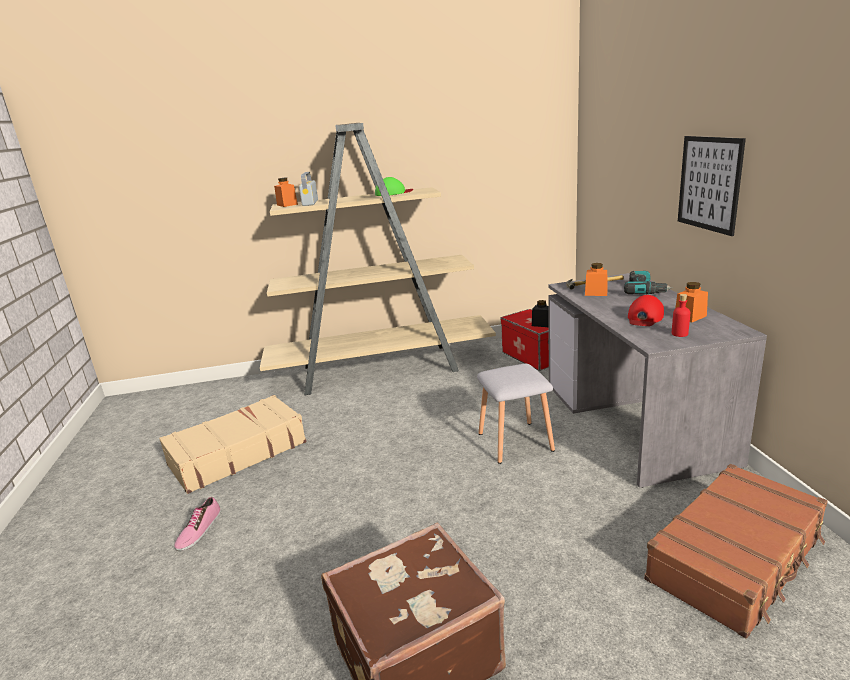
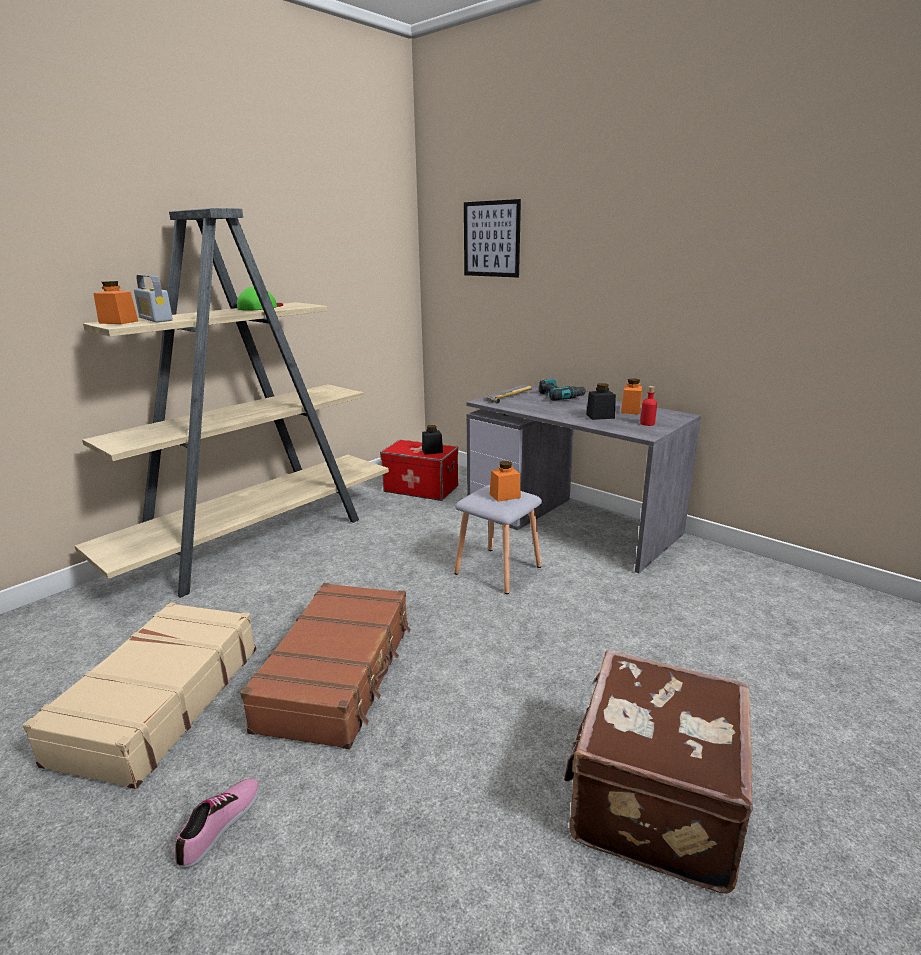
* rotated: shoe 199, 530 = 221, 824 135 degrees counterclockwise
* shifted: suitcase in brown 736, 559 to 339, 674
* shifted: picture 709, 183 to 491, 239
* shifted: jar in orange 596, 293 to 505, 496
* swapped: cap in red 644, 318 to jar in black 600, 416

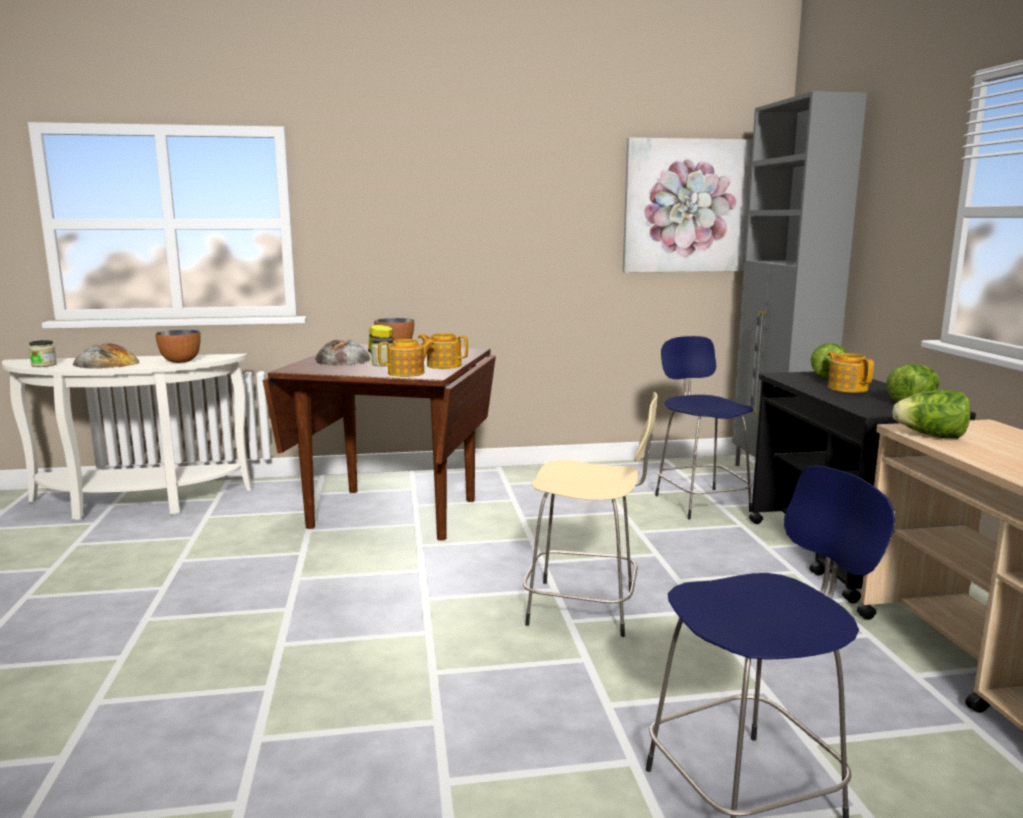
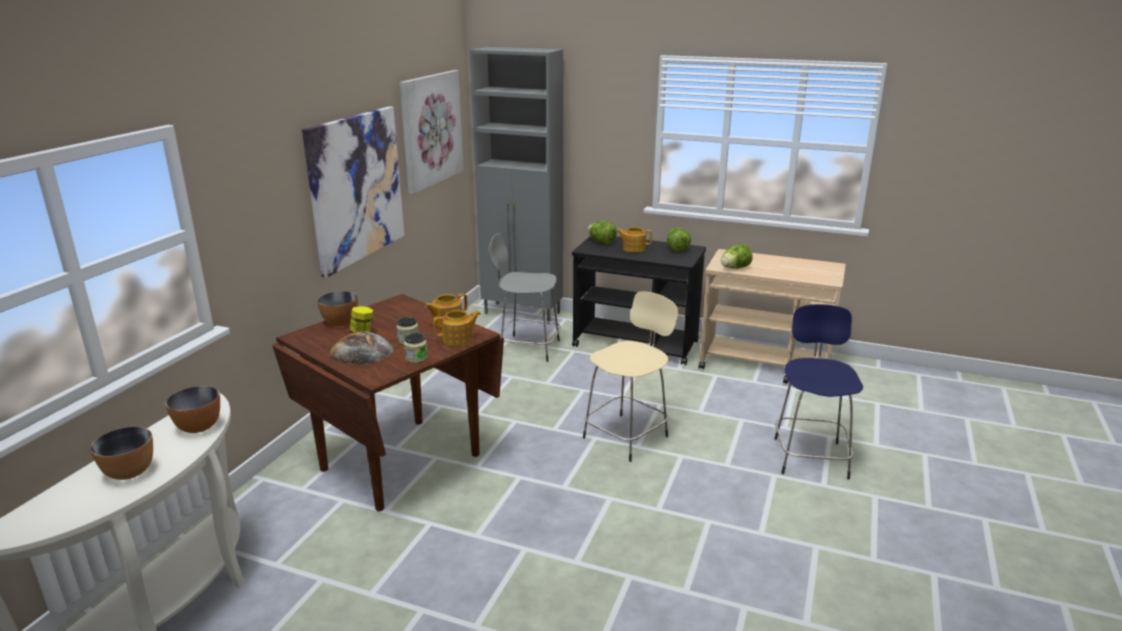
* swapped: bread 106, 363 to bowl 129, 472
* new: picture 356, 188
* shifted: jar 44, 365 to 416, 358
* rotated: teapot 407, 373 = 458, 339 60 degrees clockwise
* repainted: stool in blue 700, 502 to stool in grey 527, 348

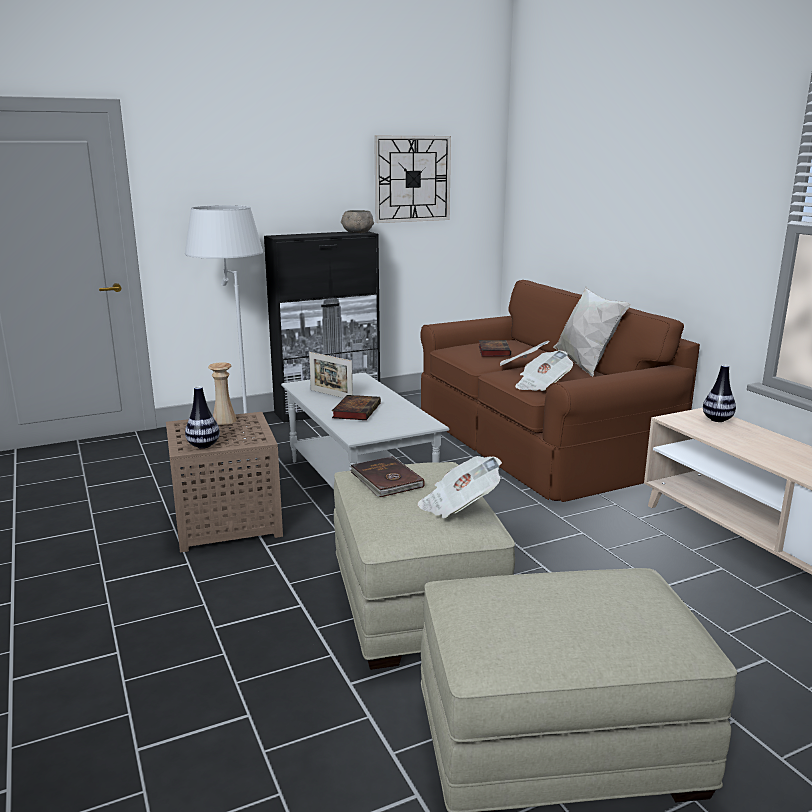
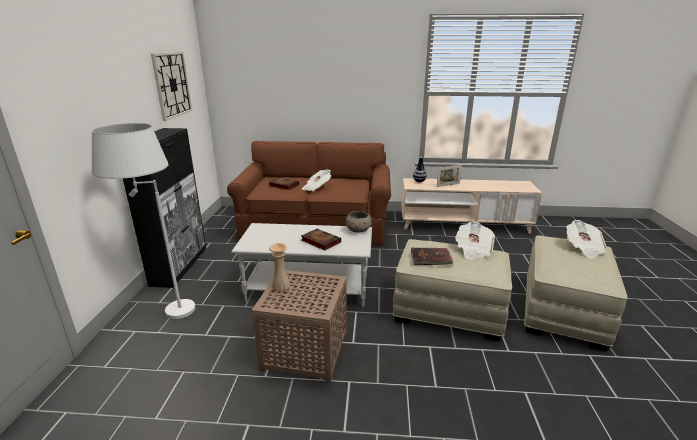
* shifted: bowl in grey 357, 232 to 358, 230
* shifted: picture frame 331, 394 to 448, 185
* shifted: newspaper 541, 385 to 583, 248
* gone: vase 203, 446
* gone: pillow in white 584, 366

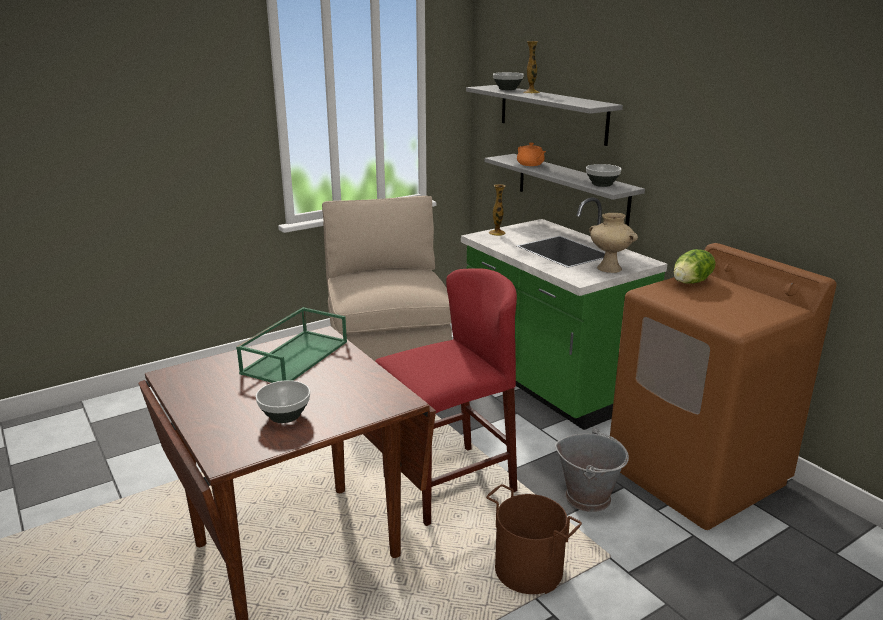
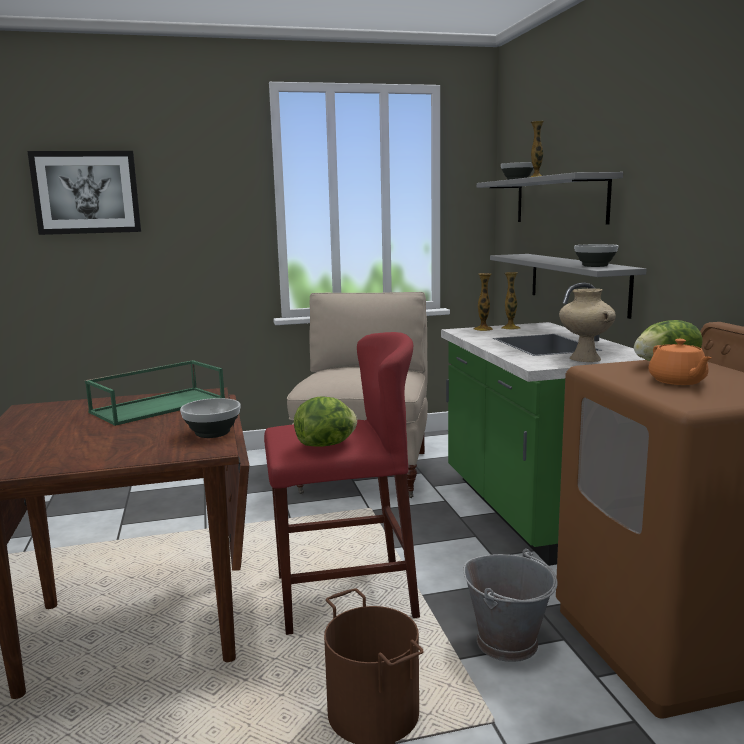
* new: picture 86, 192
* shifted: bowl 285, 416 to 212, 433
* new: lettuce 327, 445
* new: vase 510, 328
* shifted: teapot in orange 530, 164 to 677, 381

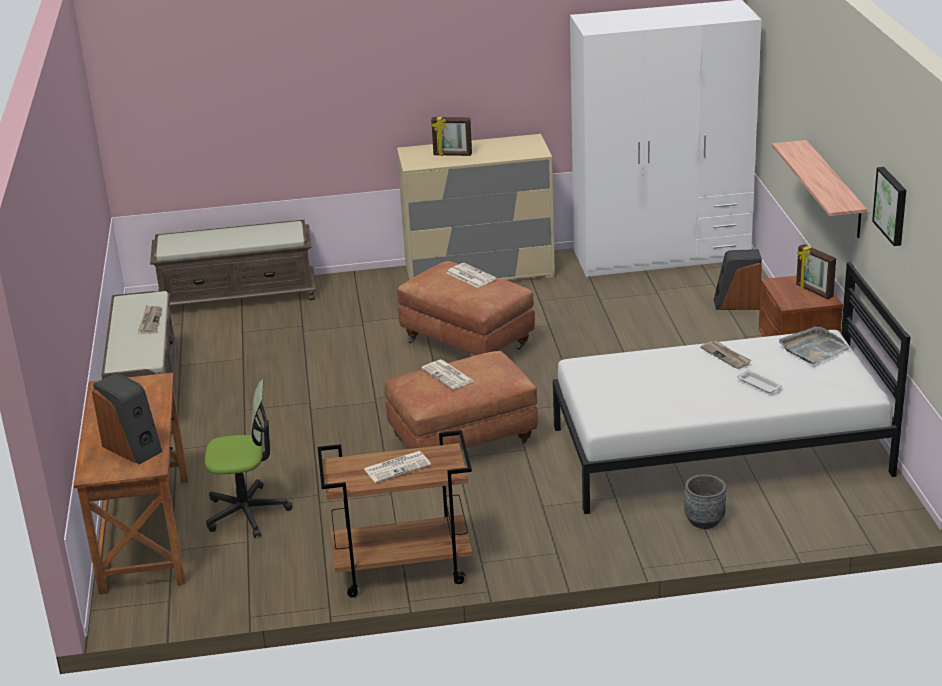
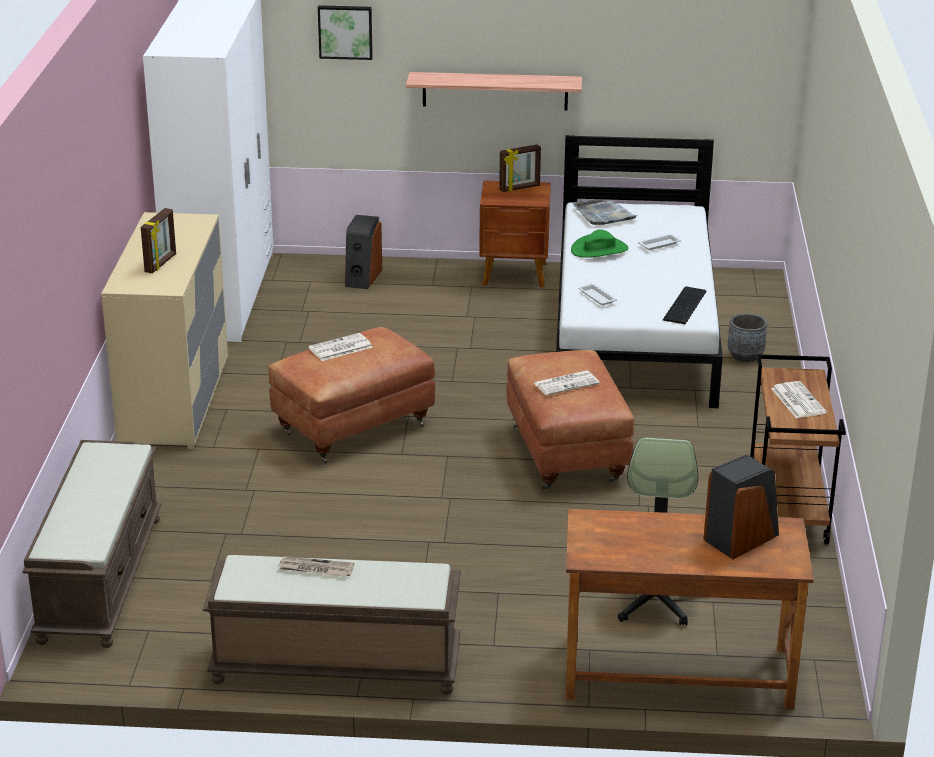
* shifted: picture 892, 205 to 345, 31
* swapped: newspaper 726, 356 to hat in green 599, 249
* new: tray in white 596, 297
* new: keyboard 686, 305

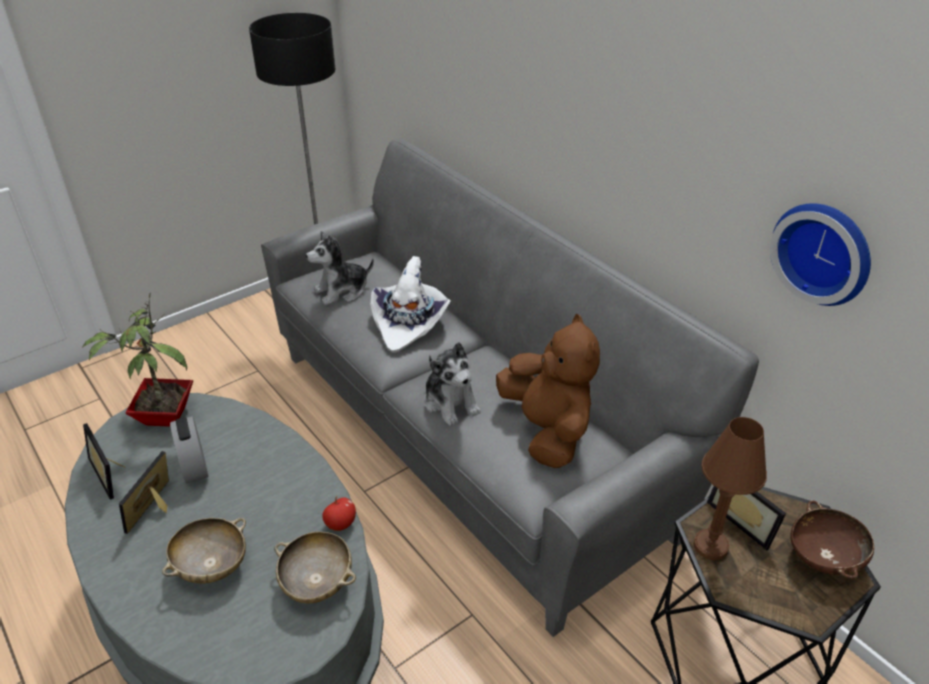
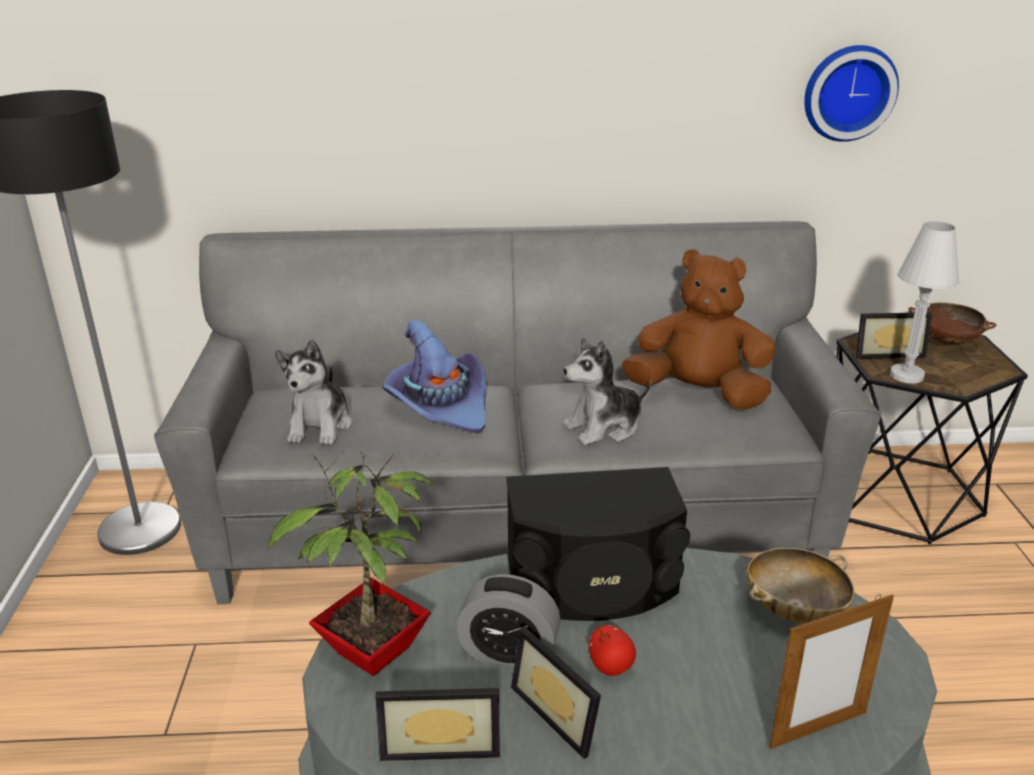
* repainted: hat in white 409, 321 to hat in purple 439, 405
* new: speaker in black 593, 583
* rotated: plush toy 451, 402 = 604, 427 150 degrees clockwise
* shifted: apple 340, 524 to 611, 667
* new: picture frame 818, 730
* repainted: table lamp in brown 710, 546 to table lamp in white 906, 375
* gone: bowl in beige 211, 565

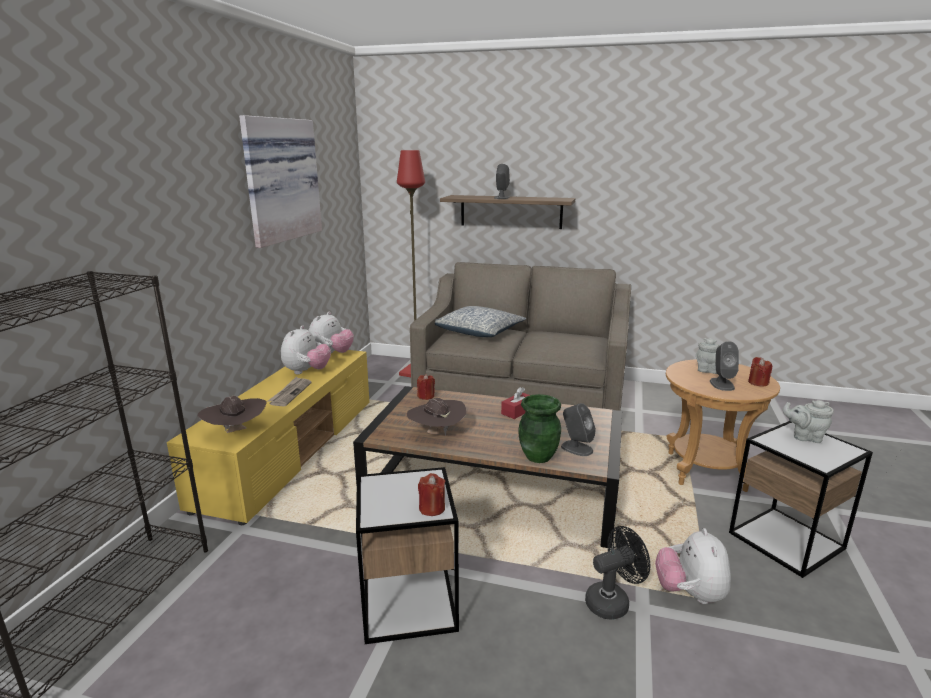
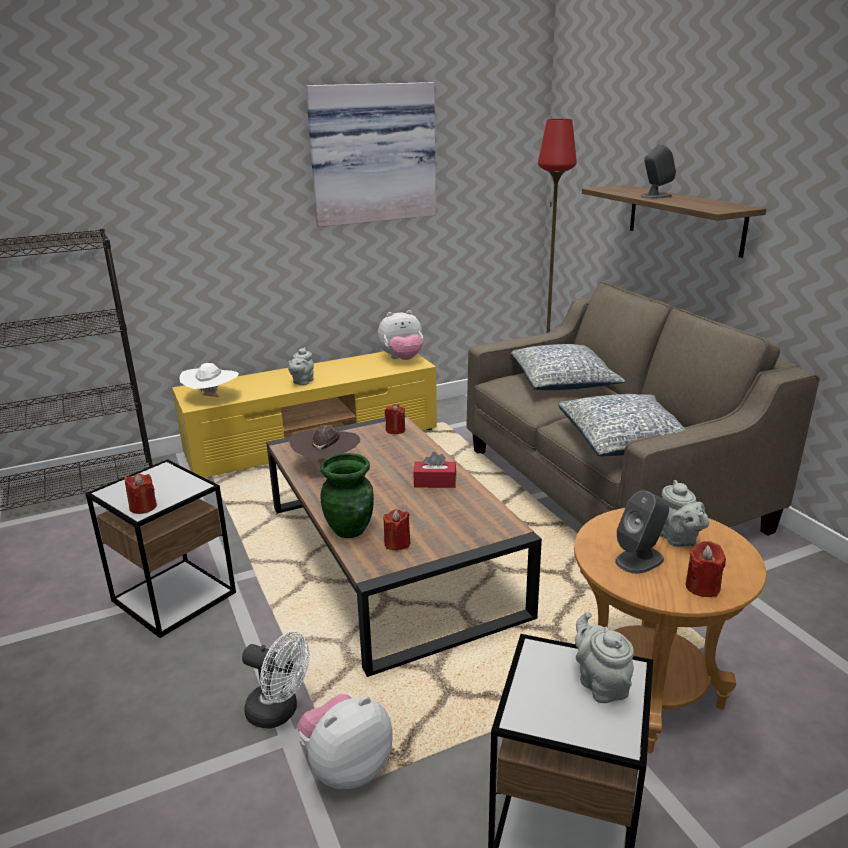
* repainted: hat in brown 236, 432 to hat in white 212, 398
* repainted: fan in black 612, 601 to fan in white 279, 712
* swapped: newspaper 290, 393 to teapot in grey 302, 382
* swapped: speaker in grey 576, 448 to candle in red 397, 543
* new: pillow 625, 441
* gone: plush toy 307, 372

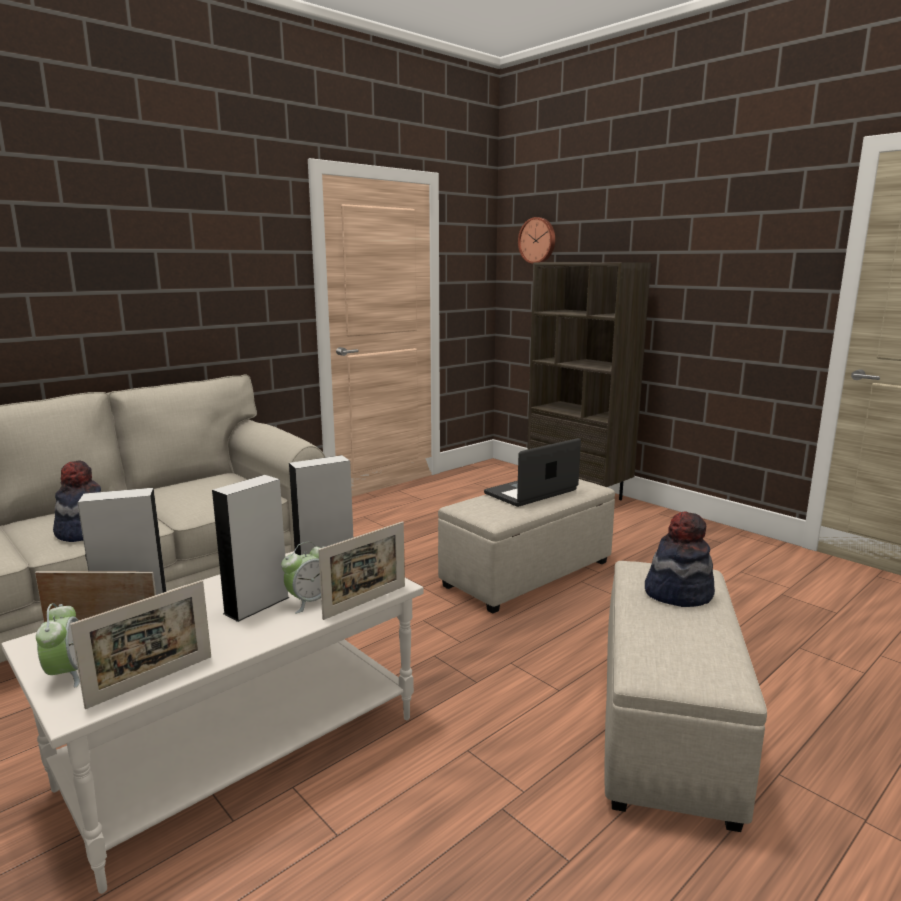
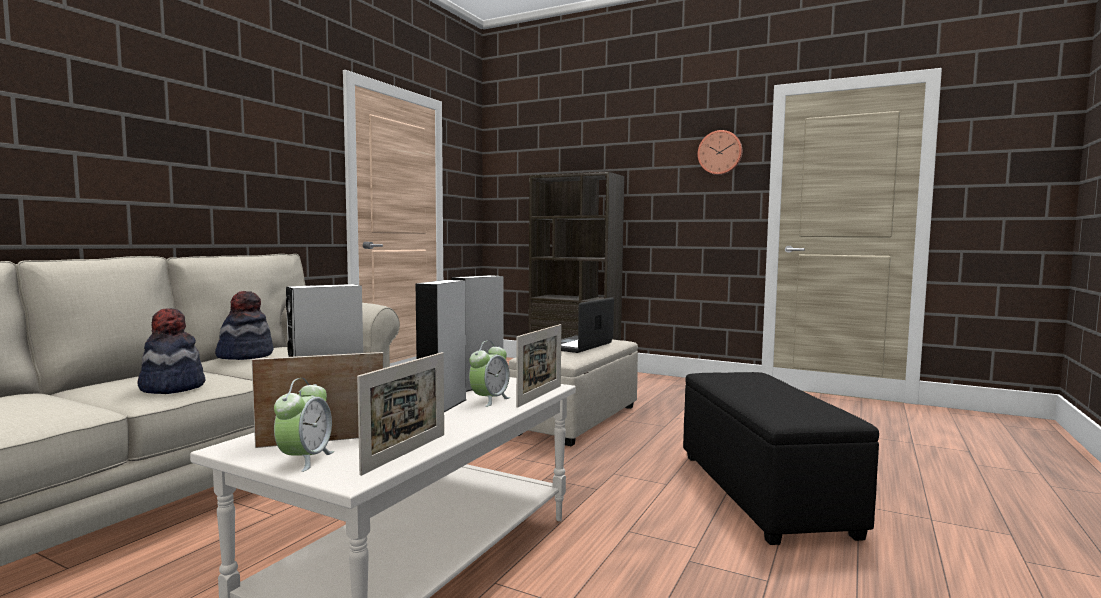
* shifted: hat 678, 593 to 245, 355
* rotated: alarm clock 67, 674 = 305, 460 45 degrees clockwise
* repainted: ottoman in beige 665, 728 to ottoman in black 763, 493
* shifted: wall clock 538, 240 to 720, 152

